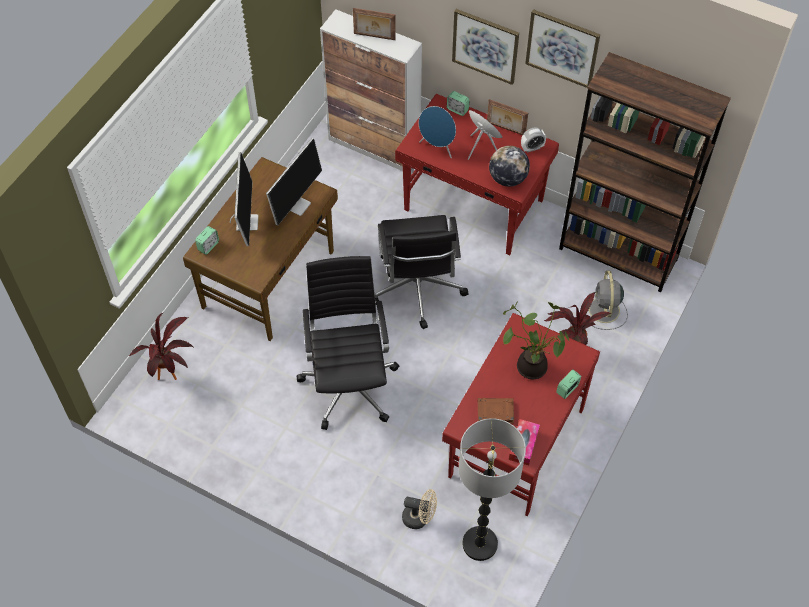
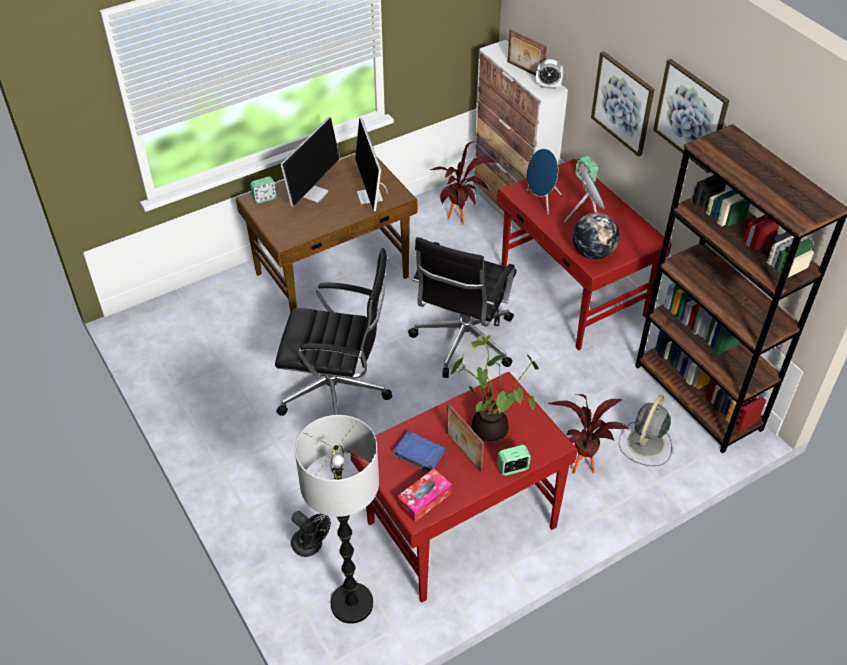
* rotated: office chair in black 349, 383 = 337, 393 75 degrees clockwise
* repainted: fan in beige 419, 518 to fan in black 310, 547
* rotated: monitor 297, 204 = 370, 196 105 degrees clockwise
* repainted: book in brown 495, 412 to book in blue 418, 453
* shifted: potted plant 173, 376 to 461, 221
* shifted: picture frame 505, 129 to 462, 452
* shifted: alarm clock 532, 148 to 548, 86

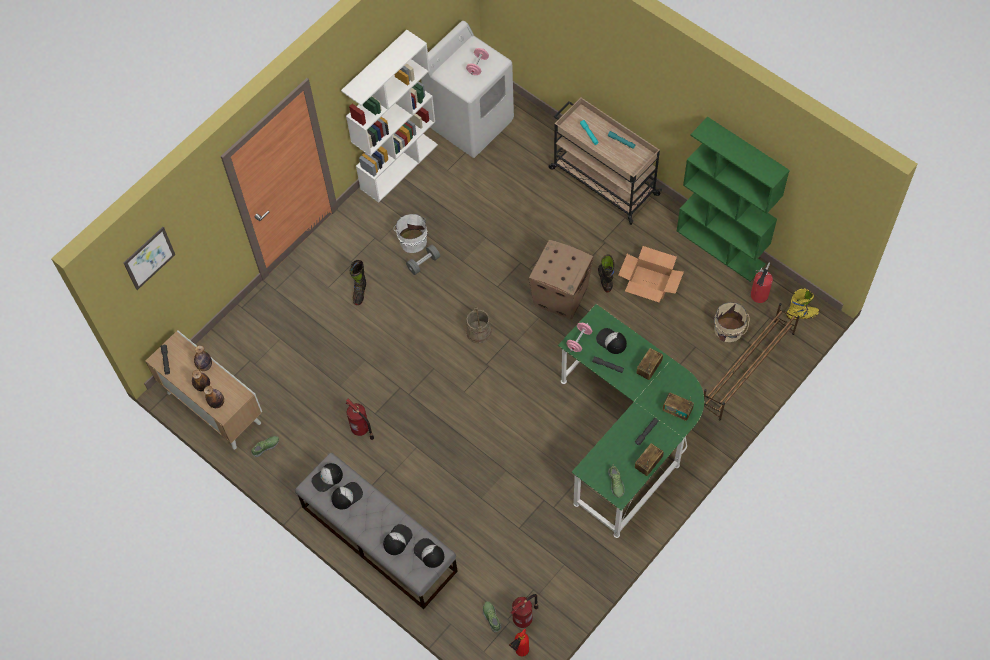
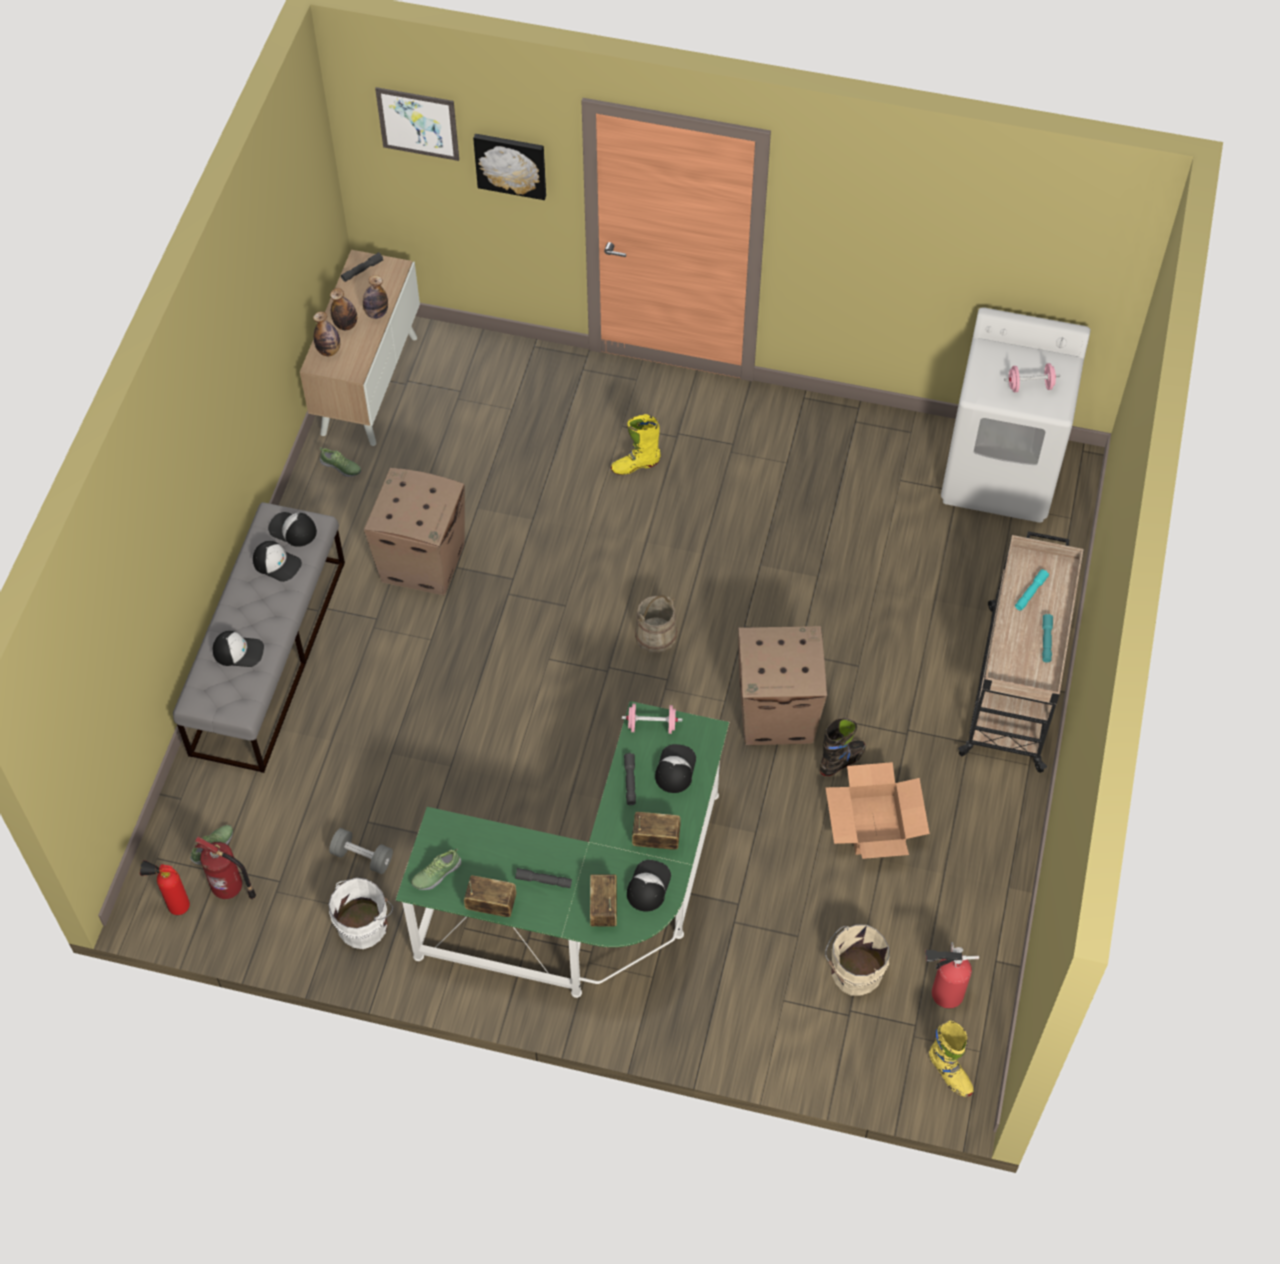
* shifted: bucket in white 412, 240 to 364, 924
* shifted: dumbbell in grey 423, 263 to 362, 857
* swapped: fire extinguisher 361, 429 to cardboard box 423, 562
* new: picture 511, 164
* repainted: boot in black 359, 292 to boot in yellow 635, 465
* shifted: cap 429, 553 to 648, 886
* gone: bookcase in white 399, 166
* gone: bookcase in green 721, 247
* gone: shoe rack in brown 747, 369

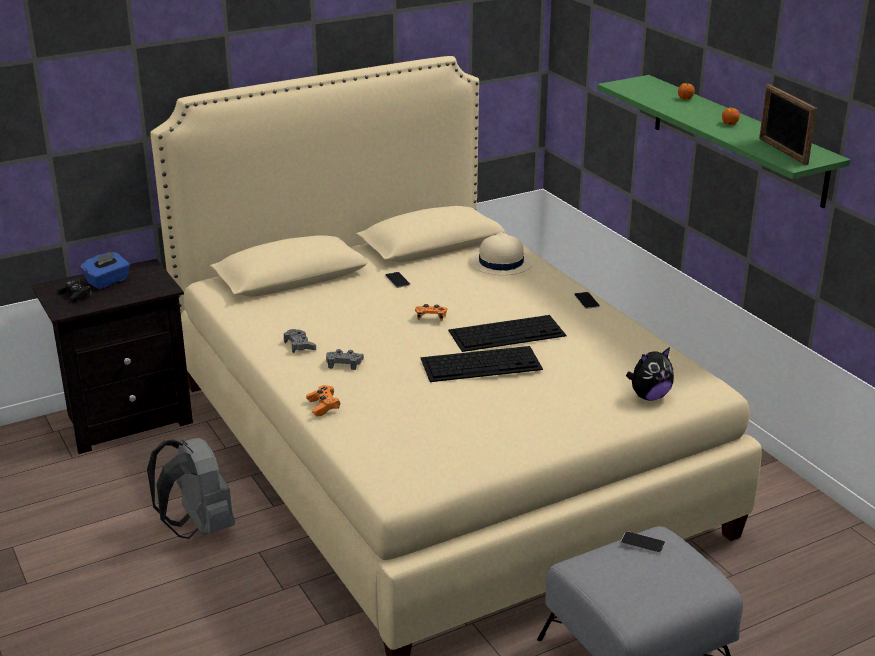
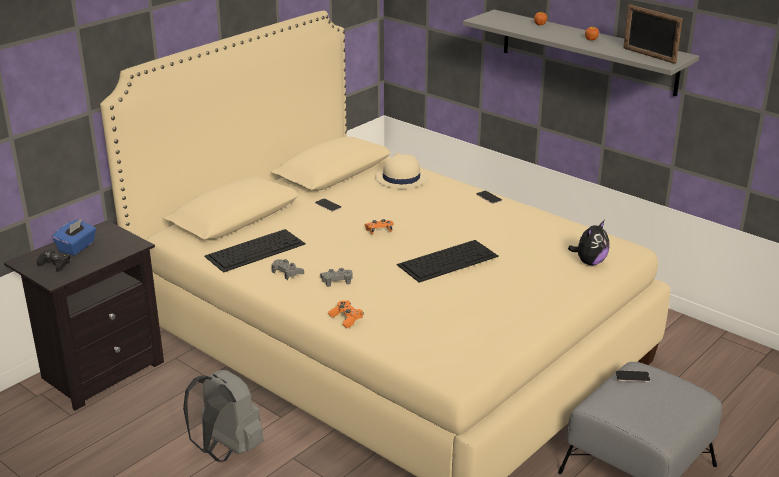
* shifted: keyboard 507, 333 to 256, 249
* repainted: shelf in green 737, 139 to shelf in grey 587, 52

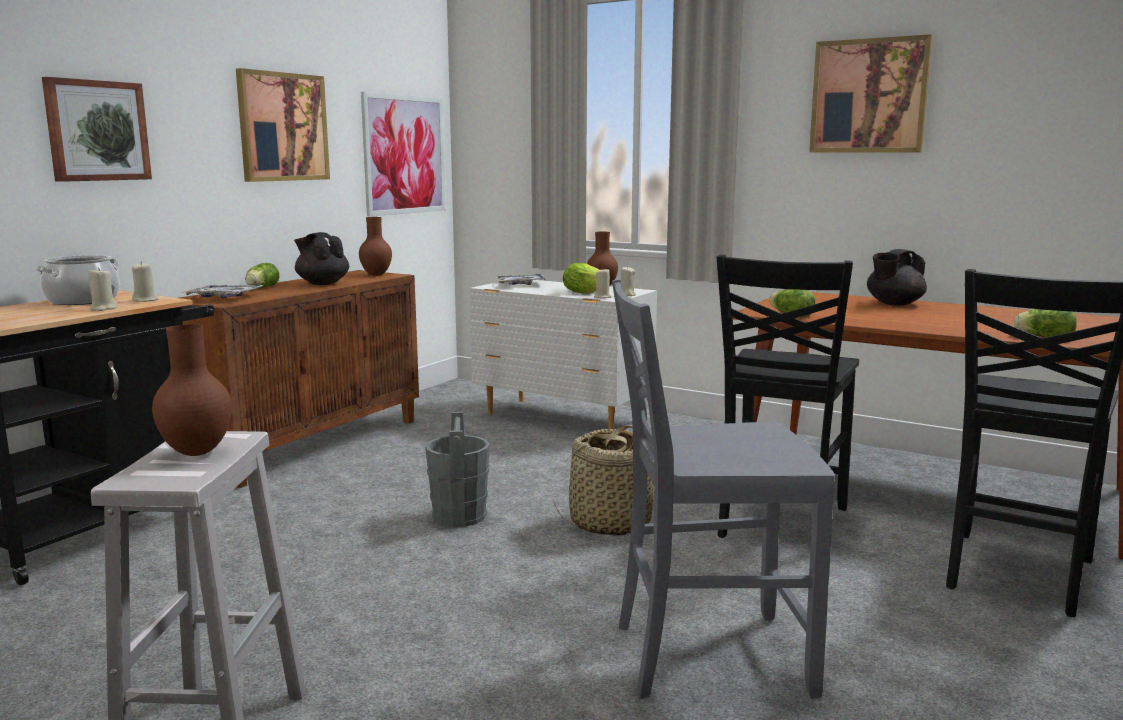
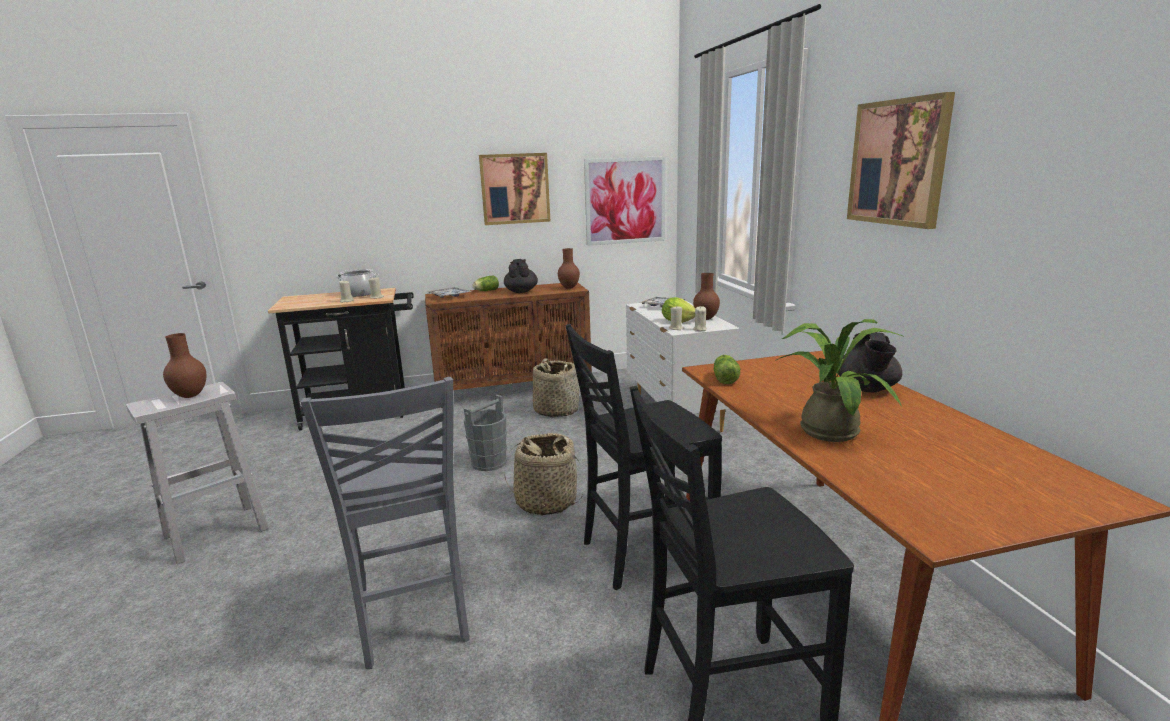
* rotated: chair in grey 706, 656 = 413, 614 150 degrees counterclockwise
* new: basket 556, 410
* new: potted plant 827, 428
* rotated: teapot in black 893, 304 = 867, 389 90 degrees counterclockwise
* gone: picture 97, 131
* gone: lettuce 1042, 337

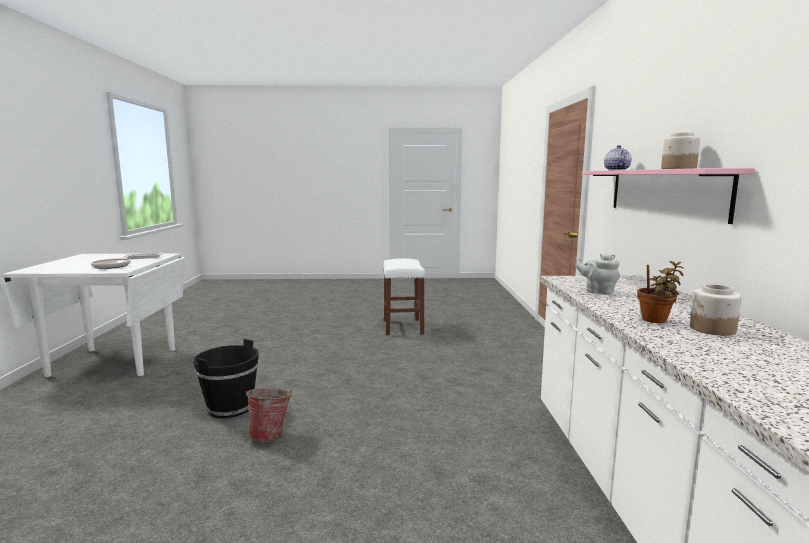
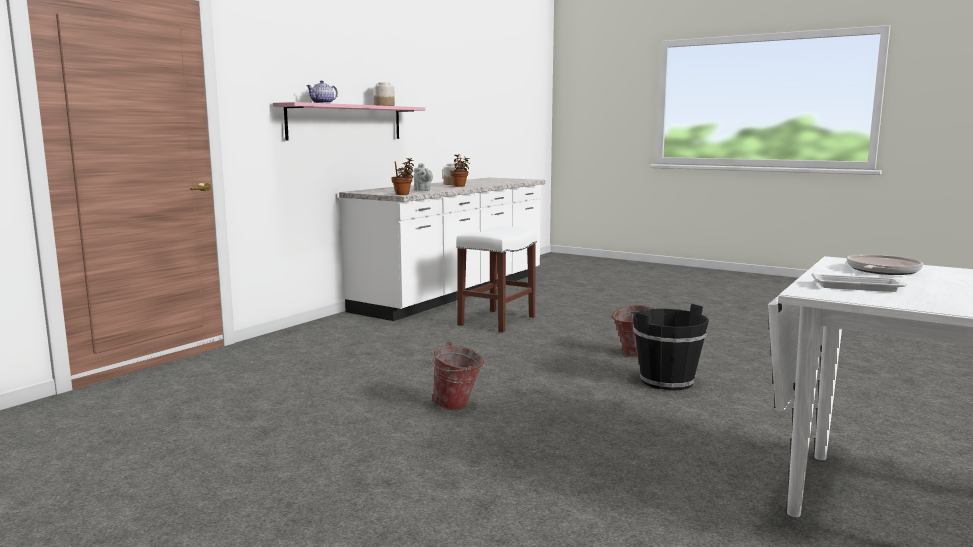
* new: potted plant 403, 194
* new: bucket 456, 407
* shifted: stool in white 403, 327 to 497, 320

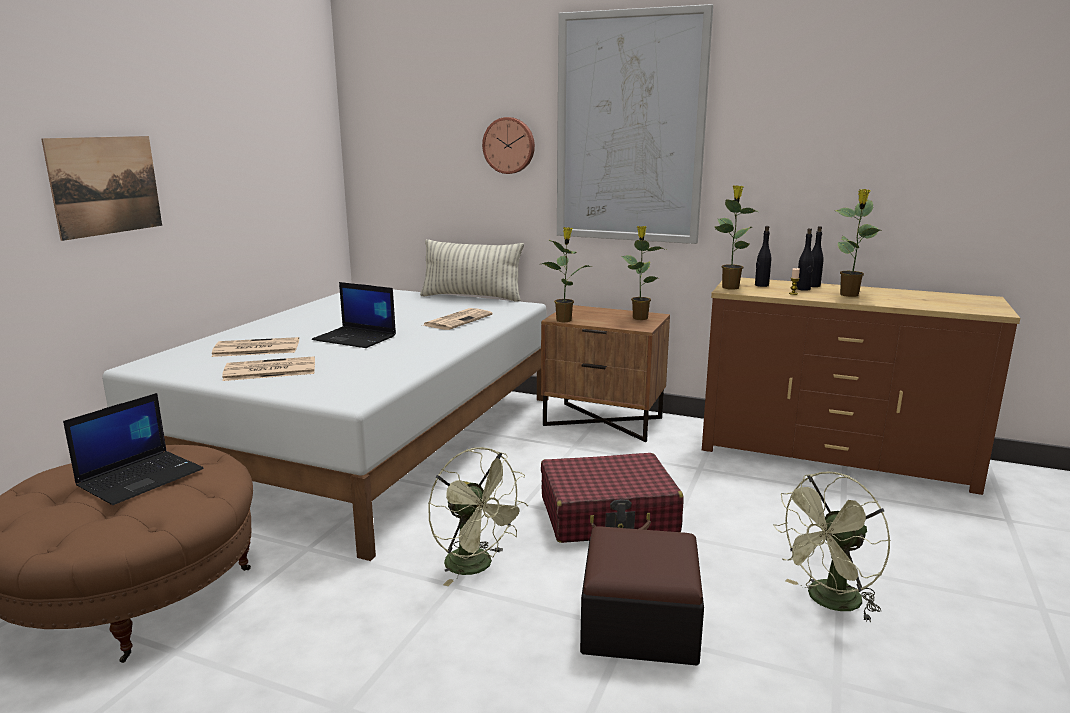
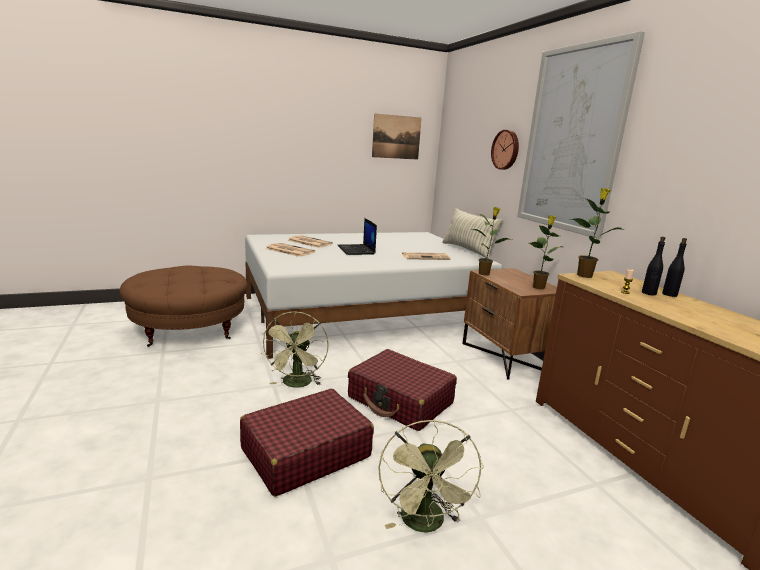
* swapped: ottoman 639, 623 to suitcase in red 305, 453
* shifted: picture 106, 185 to 396, 137
* rotated: fan in green 828, 602 = 425, 524 105 degrees counterclockwise
* gone: laptop 141, 477
* gone: bottle in black 761, 285
* gone: potted plant 849, 295

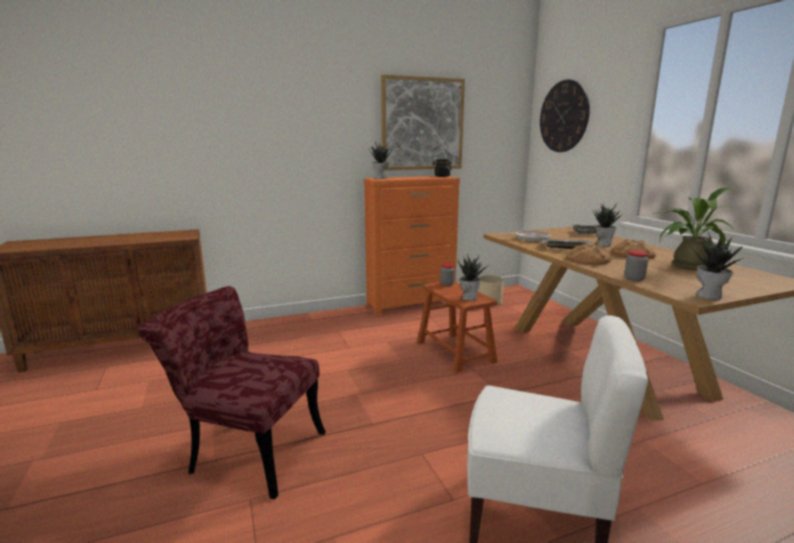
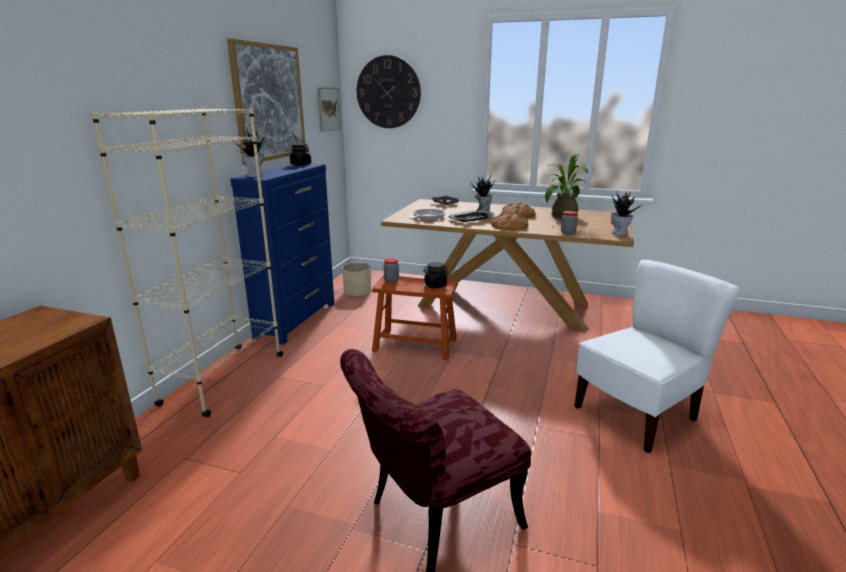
* new: bookcase in beige 223, 379
* repainted: dresser in orange 411, 305 to dresser in blue 297, 320
* new: picture 328, 109
* swapped: potted plant 469, 297 to jar in black 435, 285

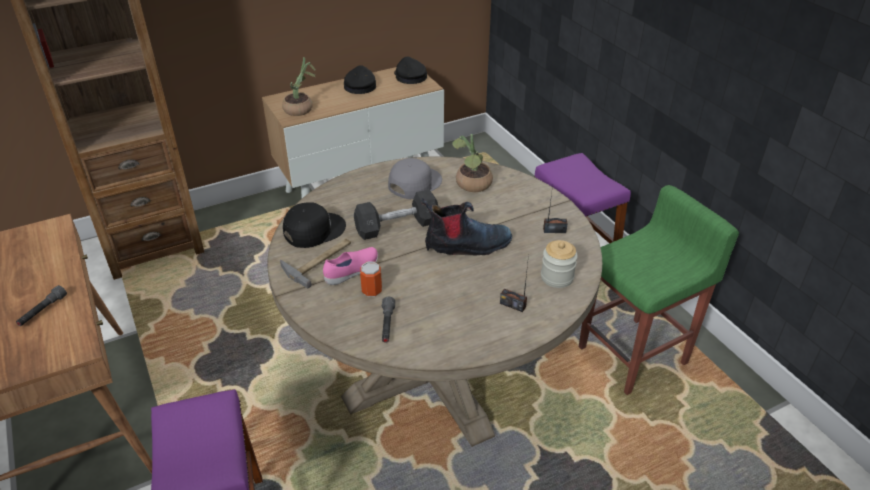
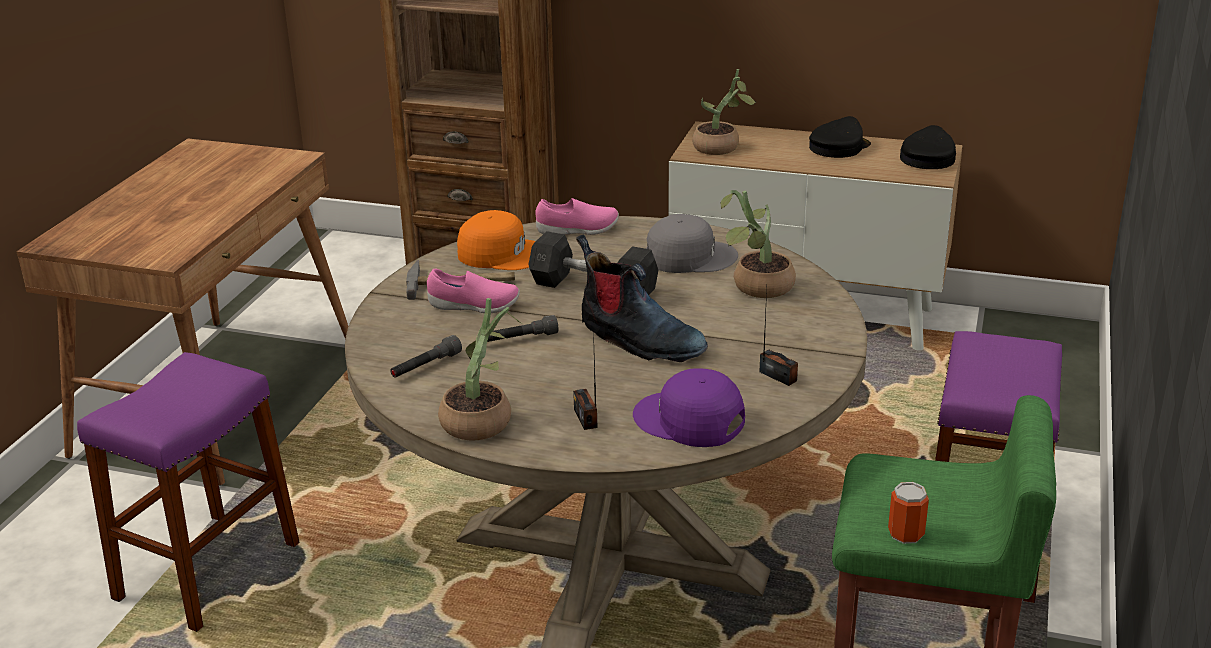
* new: potted plant 483, 420
* repainted: cap in black 313, 230 to cap in orange 502, 253
* shifted: flashlight in grey 43, 311 to 519, 339
* new: shoe in pink 578, 230
* swapped: jar 557, 277 to cap in purple 688, 421
* shifted: can 372, 290 to 906, 534

